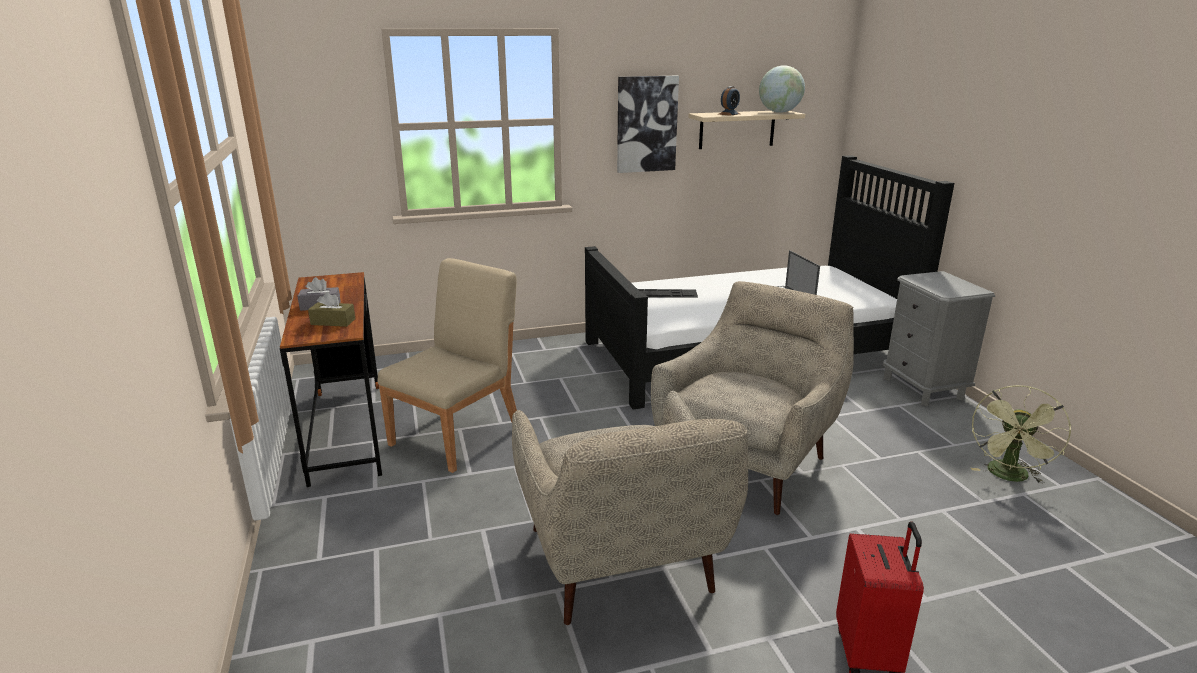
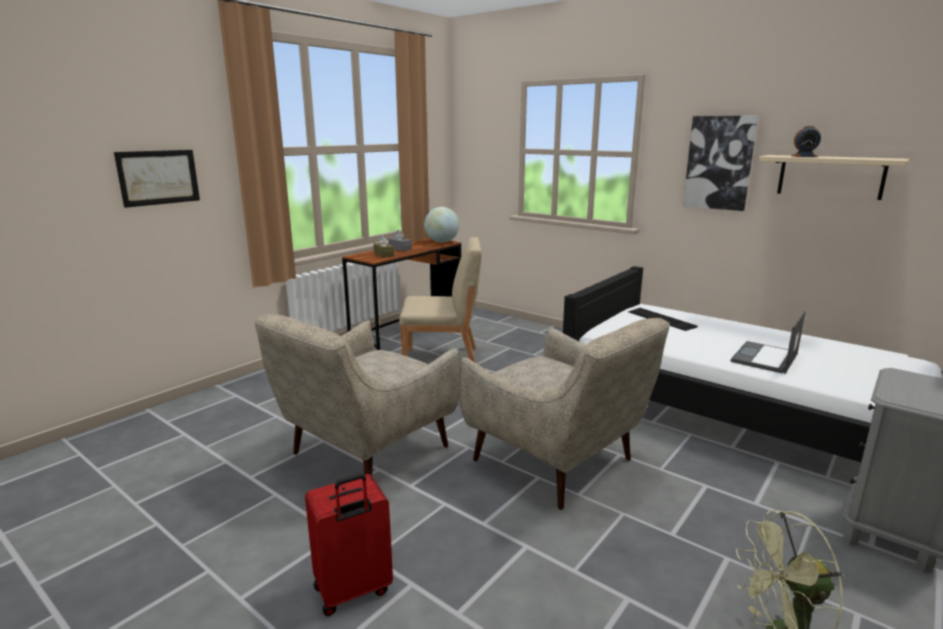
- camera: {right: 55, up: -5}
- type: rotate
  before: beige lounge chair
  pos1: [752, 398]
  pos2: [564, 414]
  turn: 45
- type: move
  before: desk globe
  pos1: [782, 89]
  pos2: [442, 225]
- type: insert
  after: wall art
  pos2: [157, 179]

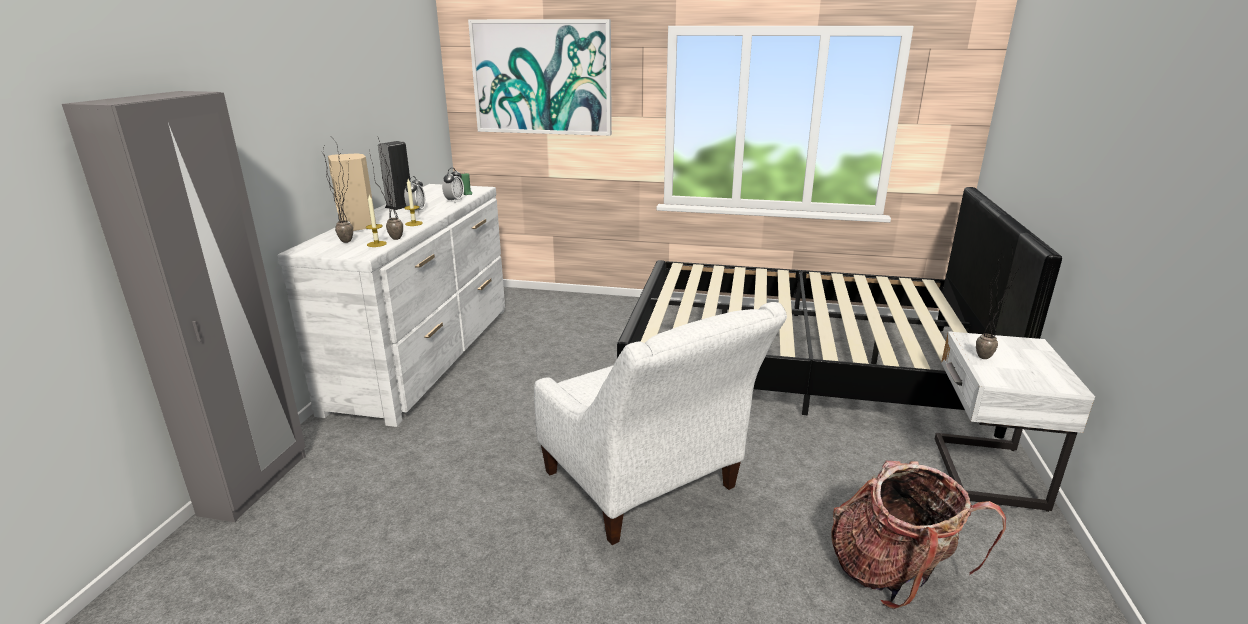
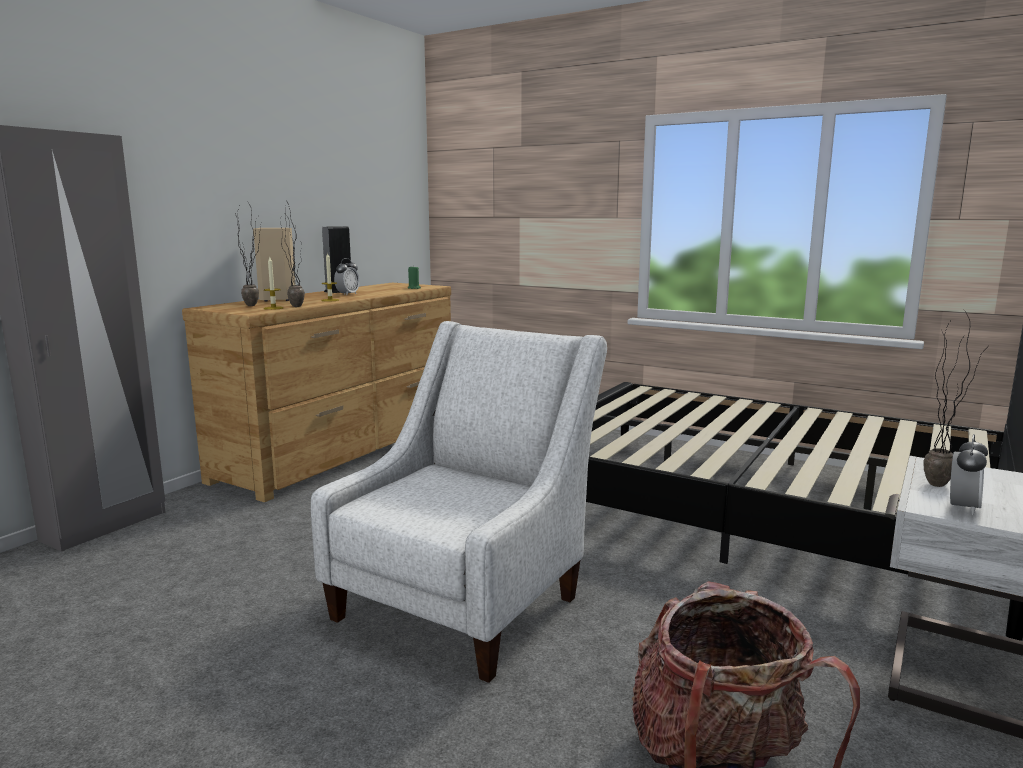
- camera: {right: 20, up: -10}
- type: recolor
  before: white-coloured chest of drawers
  after: brown-coloured chest of drawers
  pos1: [391, 305]
  pos2: [316, 392]
- type: move
  before: table clock
  pos1: [453, 185]
  pos2: [969, 474]
- type: delete
  before: wall art
  pos1: [540, 77]
- type: rotate
  before: white-coloured lounge chair
  pos1: [660, 423]
  pos2: [459, 502]
  turn: -135

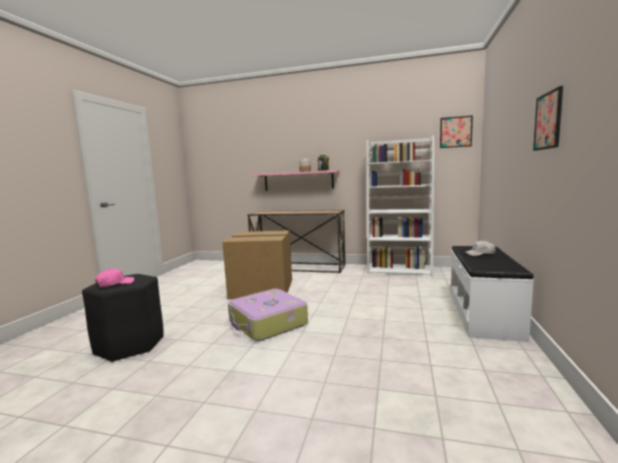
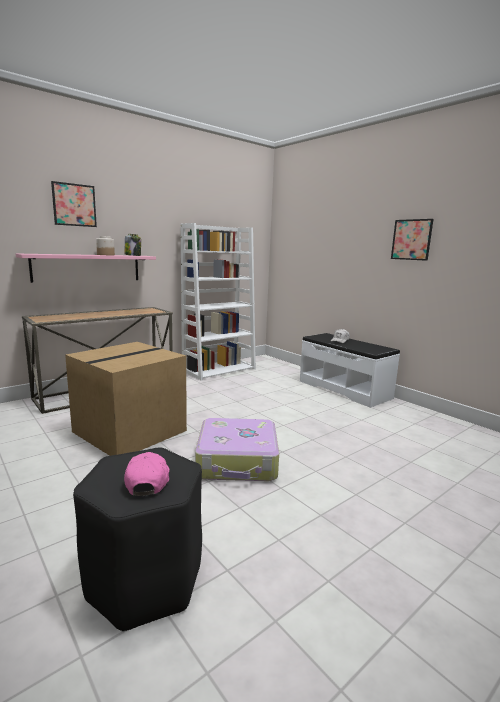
- camera: {right: -55, up: 5}
- type: move
  before: wall art
  pos1: [456, 131]
  pos2: [74, 204]

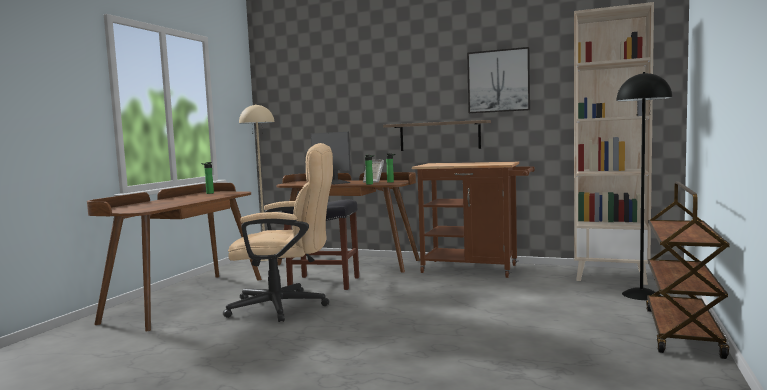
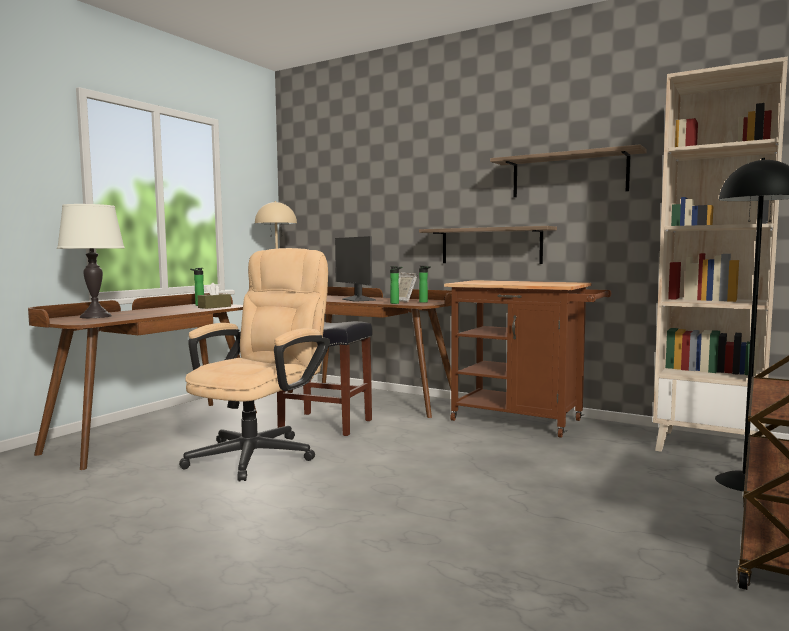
- camera: {right: 10, up: 0}
- type: rotate
  before: beige office chair
  pos1: [278, 232]
  pos2: [254, 364]
  turn: -75
- type: replace
  before: wall art
  after: wall shelf
  pos1: [498, 80]
  pos2: [568, 170]
- type: insert
  after: white-coloured tabletop lamp
  pos2: [91, 261]
- type: insert
  after: brown-coloured tissue holder
  pos2: [214, 296]

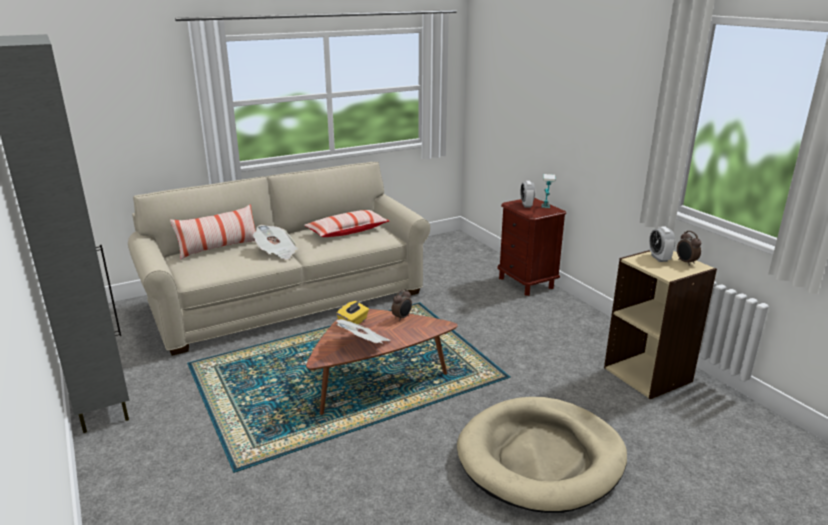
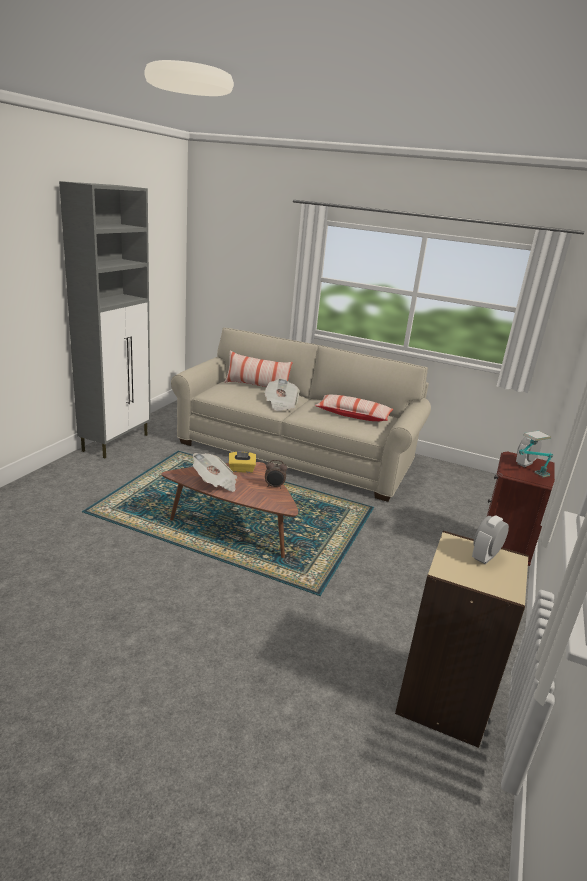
- camera: {right: 50, up: 0}
- type: delete
  before: beige dog bed
  pos1: [542, 455]
- type: delete
  before: table clock
  pos1: [689, 248]

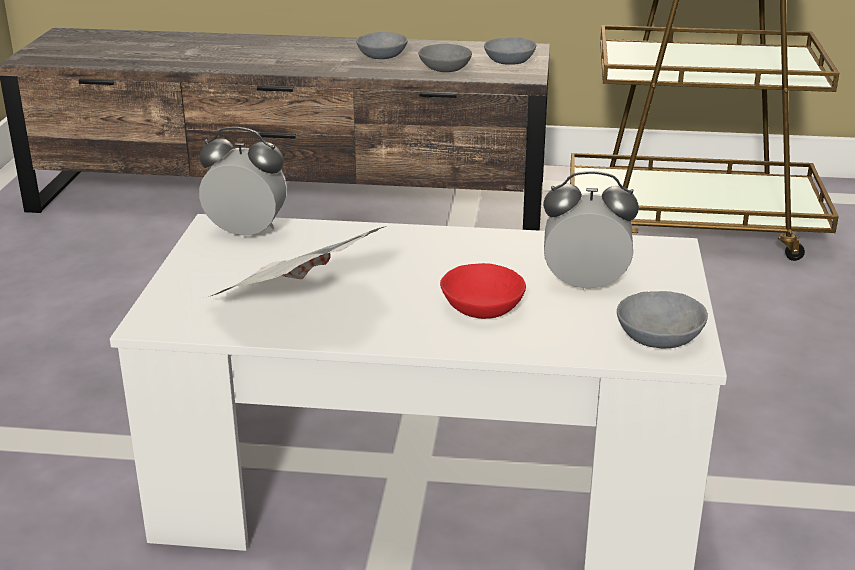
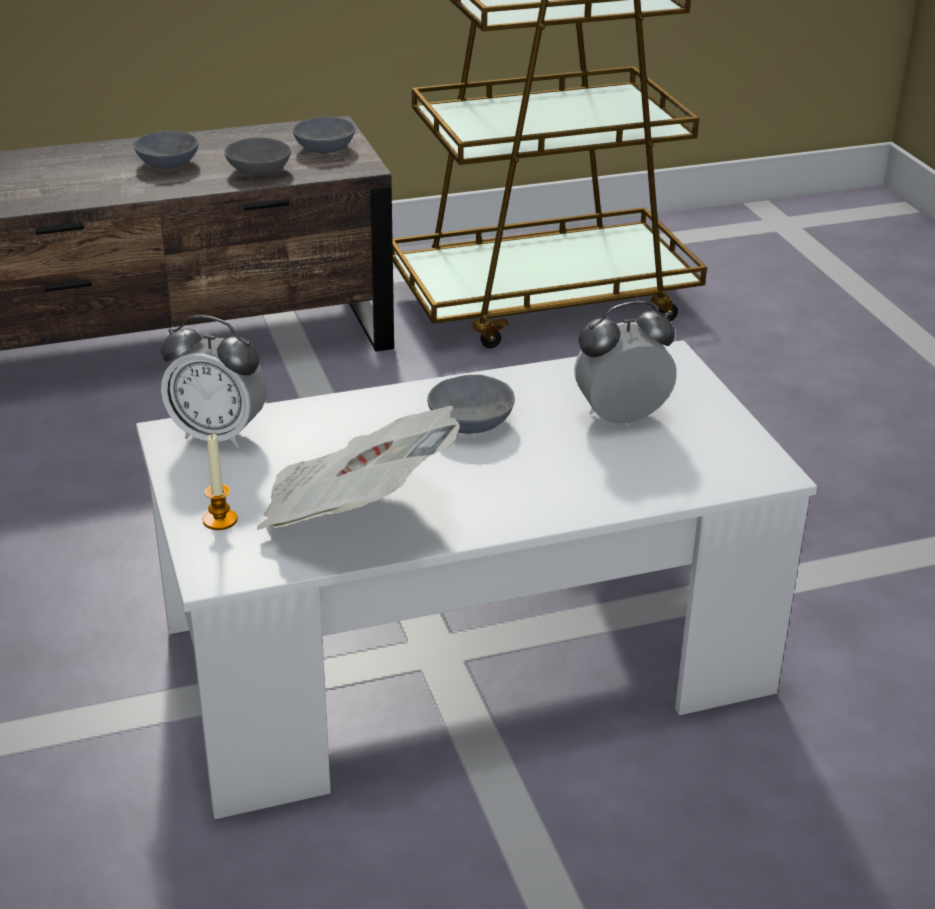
- camera: {right: -25, up: 5}
- type: rotate
  before: table clock
  pos1: [243, 182]
  pos2: [214, 381]
  turn: -150
- type: delete
  before: red deep dish
  pos1: [483, 291]
- type: move
  before: greyish deep dish
  pos1: [662, 319]
  pos2: [471, 404]
- type: insert
  after: candle
  pos2: [220, 482]

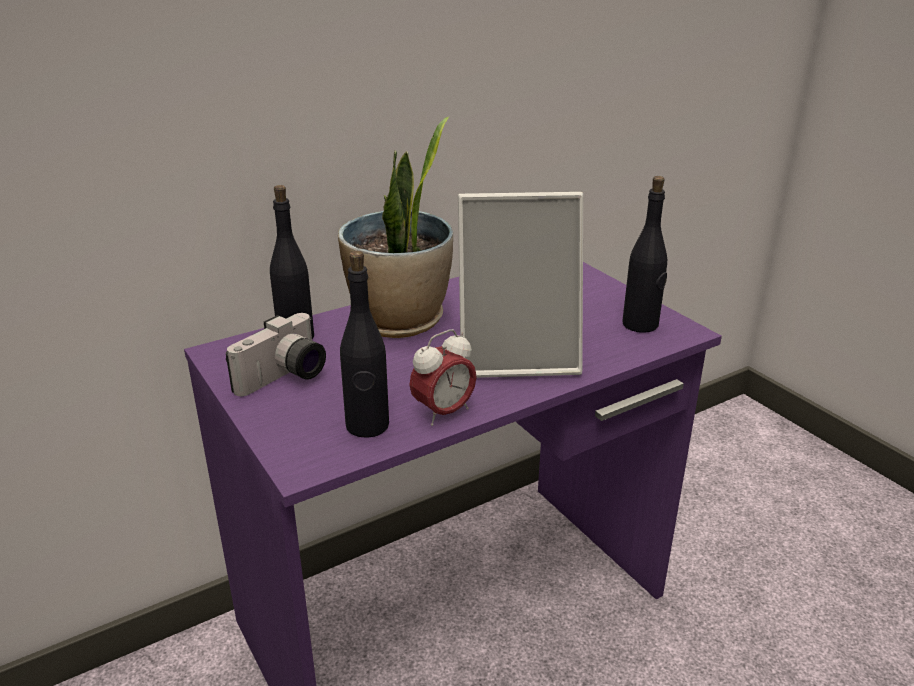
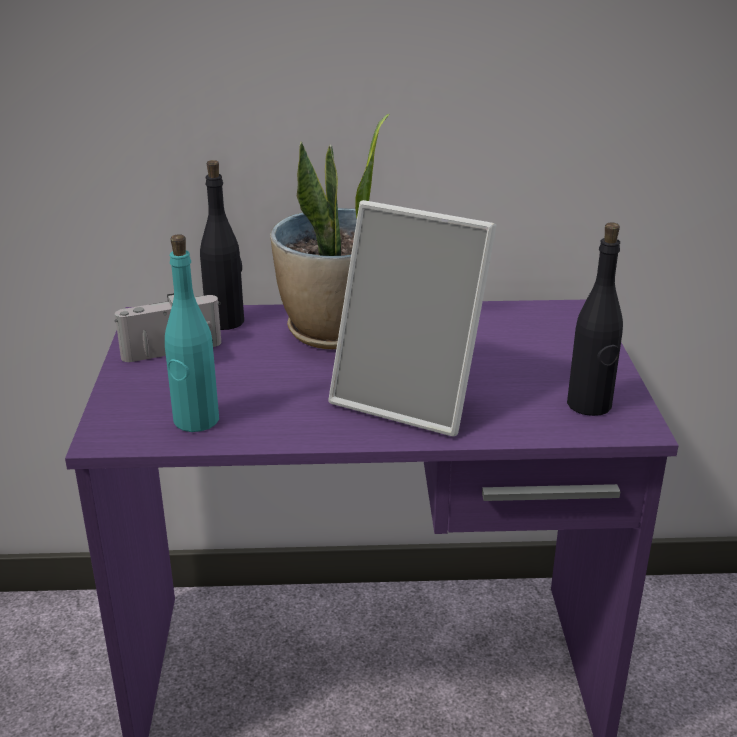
- camera: {right: 30, up: 0}
- type: recolor
  before: black drink bottle
  after: blue-green drink bottle
  pos1: [364, 344]
  pos2: [192, 333]
- type: delete
  before: table clock
  pos1: [443, 377]

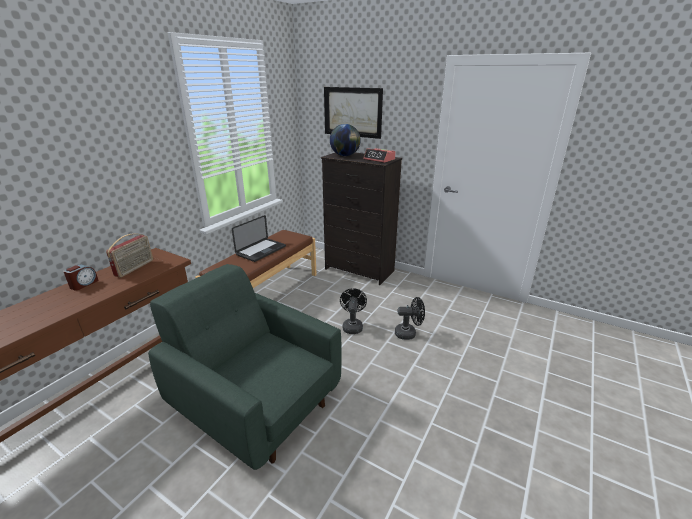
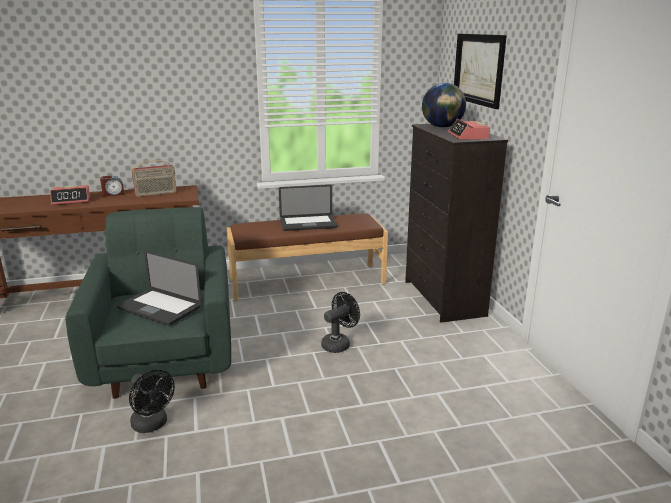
- camera: {right: 45, up: -5}
- type: move
  before: black cooling fan
  pos1: [410, 318]
  pos2: [152, 401]
- type: insert
  after: table clock
  pos2: [70, 195]
- type: insert
  after: portable computer
  pos2: [159, 288]

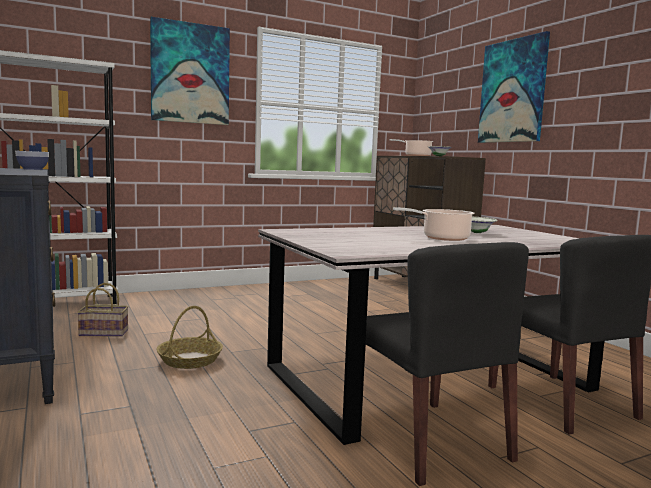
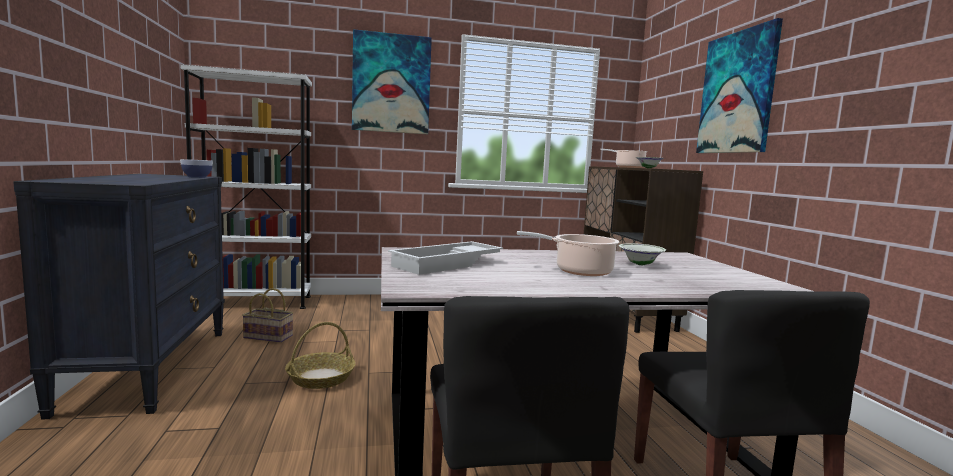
- camera: {right: 15, up: 0}
- type: insert
  after: white-coloured tray
  pos2: [445, 258]

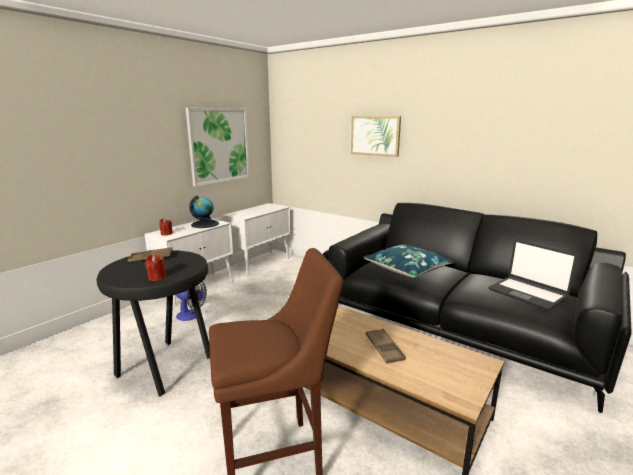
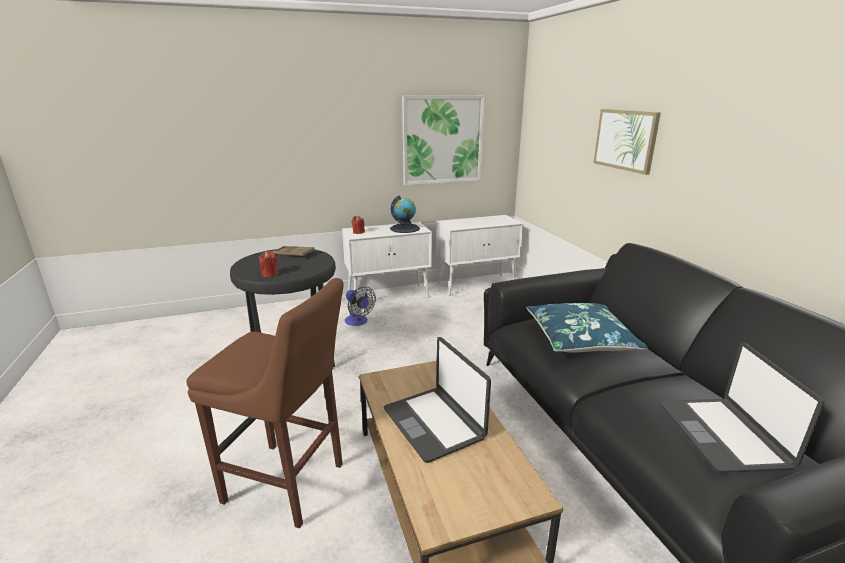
- camera: {right: 35, up: 5}
- type: replace
  before: brown-coloured tray
  after: portable computer
  pos1: [386, 346]
  pos2: [437, 400]

